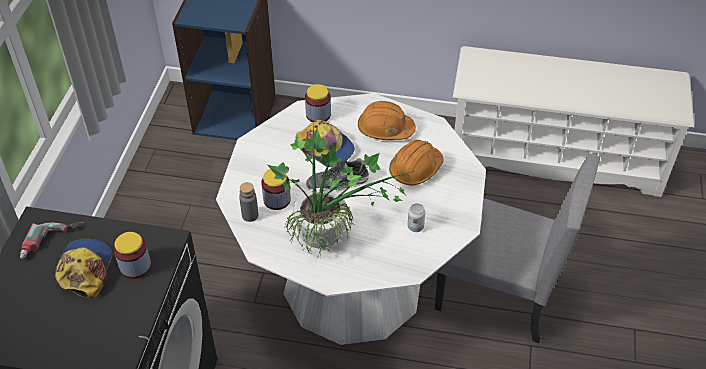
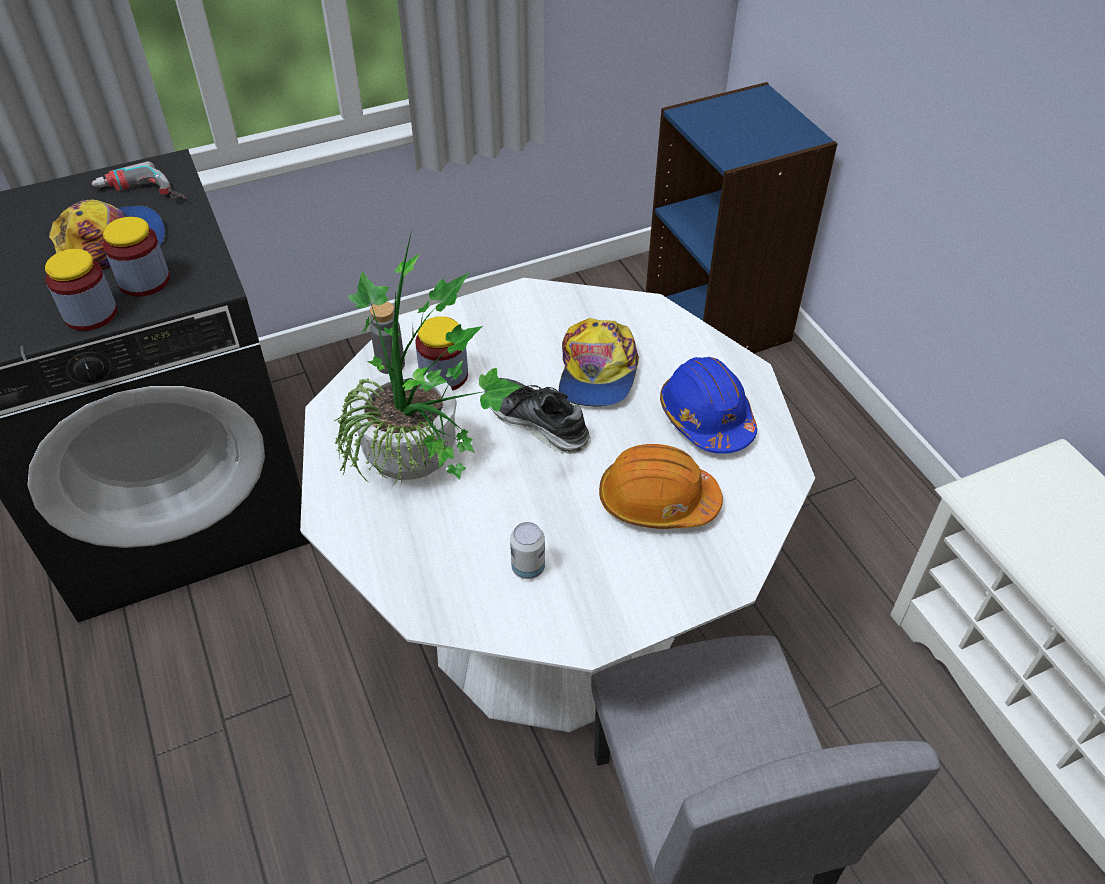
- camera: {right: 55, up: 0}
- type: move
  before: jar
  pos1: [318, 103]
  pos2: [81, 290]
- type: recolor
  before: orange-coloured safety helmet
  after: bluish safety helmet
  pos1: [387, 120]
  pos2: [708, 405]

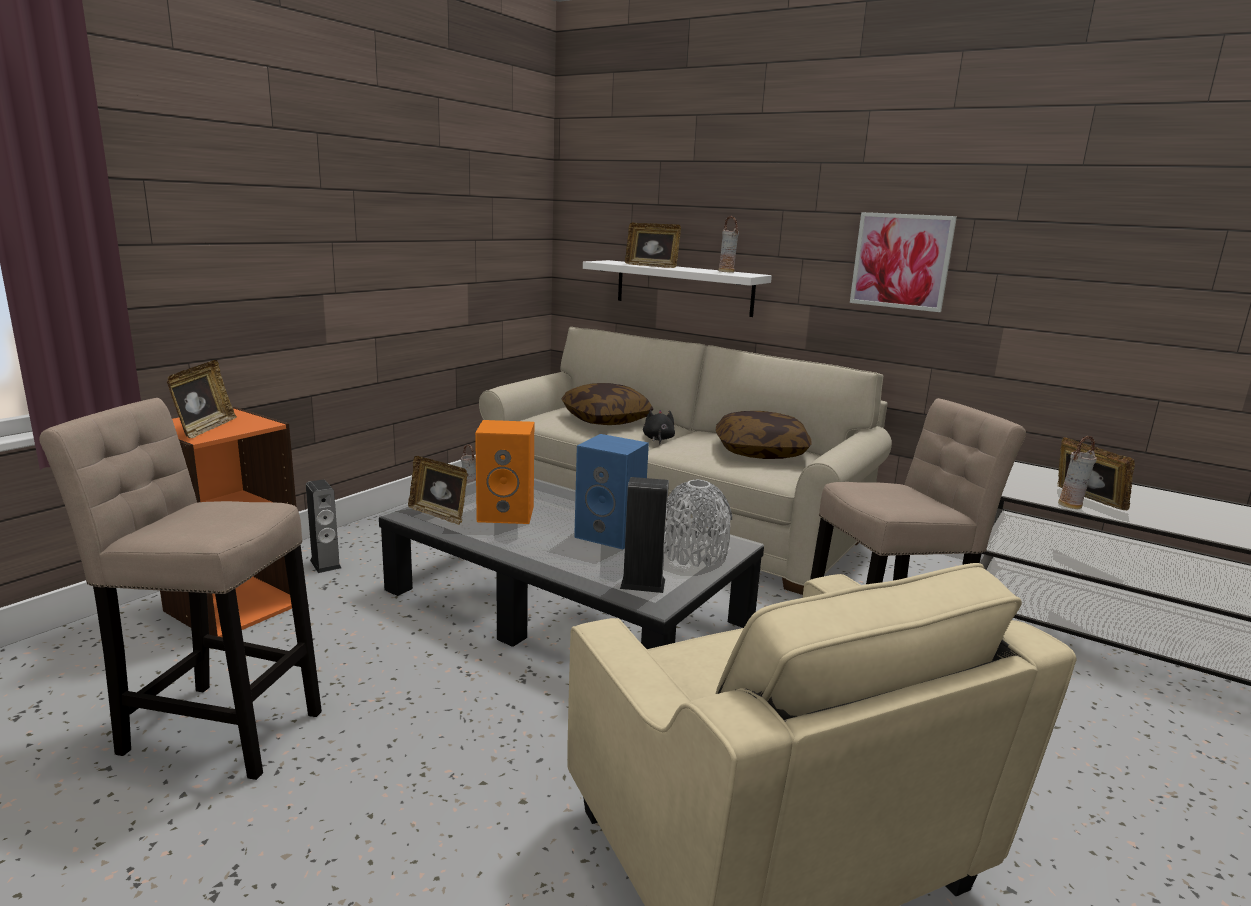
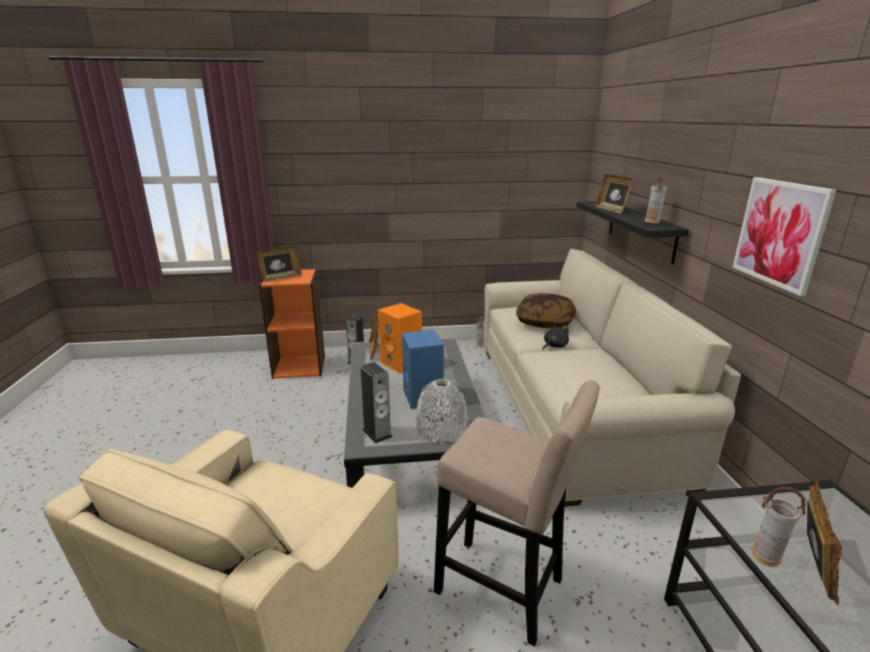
- camera: {right: 50, up: 5}
- type: delete
  before: beige stool seat
  pos1: [180, 589]
- type: recolor
  before: white-coloured wall shelf
  after: black wall shelf
  pos1: [677, 288]
  pos2: [632, 233]
- type: delete
  before: pillow
  pos1: [764, 435]

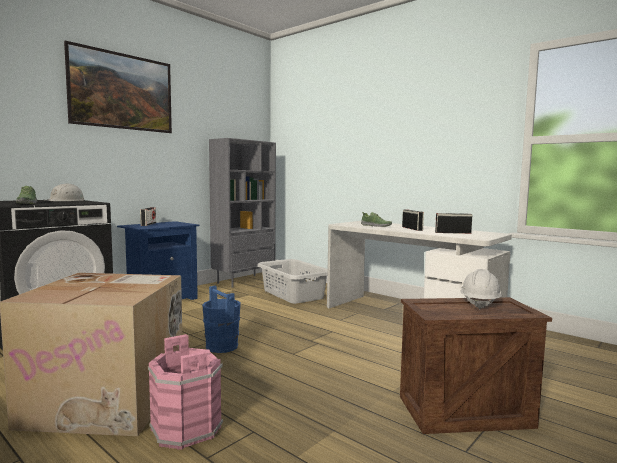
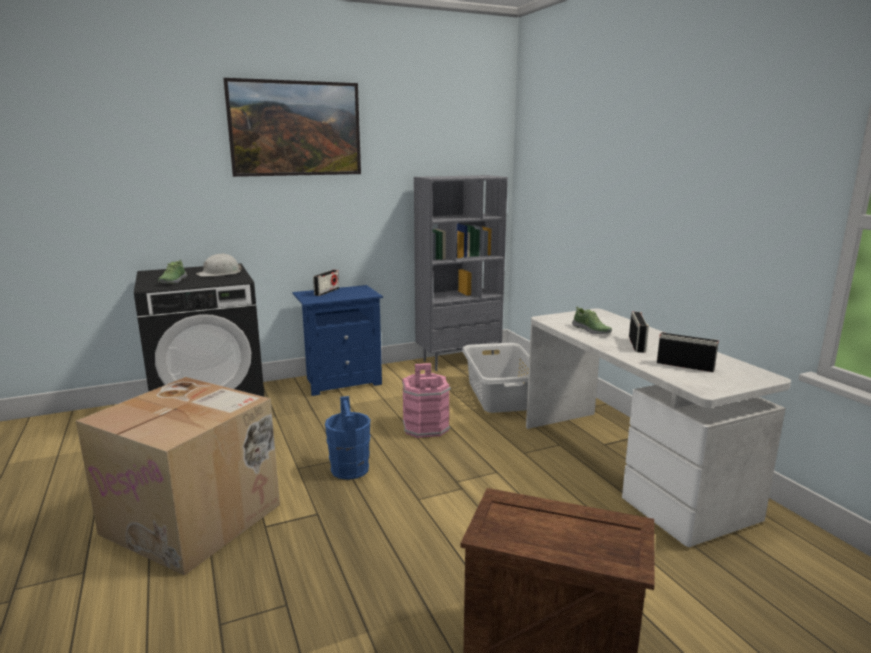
- camera: {right: 25, up: 10}
- type: move
  before: pinkish pail
  pos1: [185, 392]
  pos2: [426, 400]
- type: delete
  before: white-coloured safety helmet
  pos1: [481, 289]

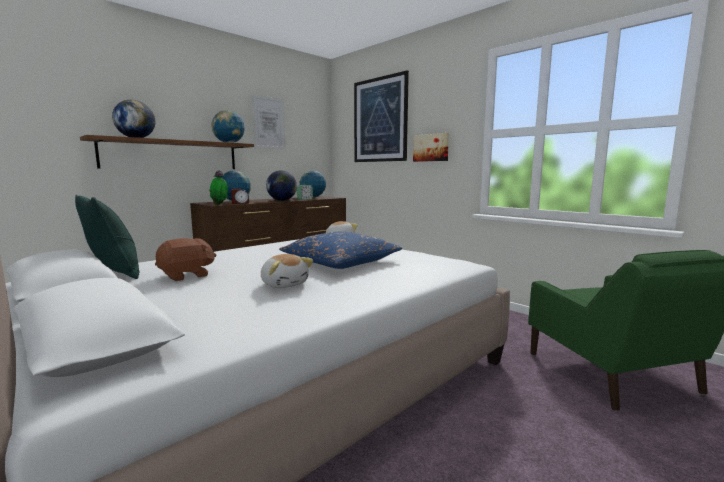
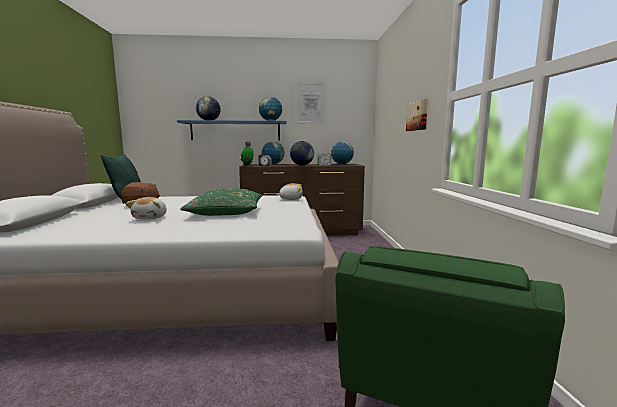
- camera: {right: 40, up: 0}
- type: recolor
  before: brown-coloured wall shelf
  after: bluish wall shelf
  pos1: [167, 152]
  pos2: [232, 130]
- type: recolor
  before: bluish pillow
  after: greenish pillow
  pos1: [340, 250]
  pos2: [221, 202]
- type: delete
  before: wall art
  pos1: [381, 116]

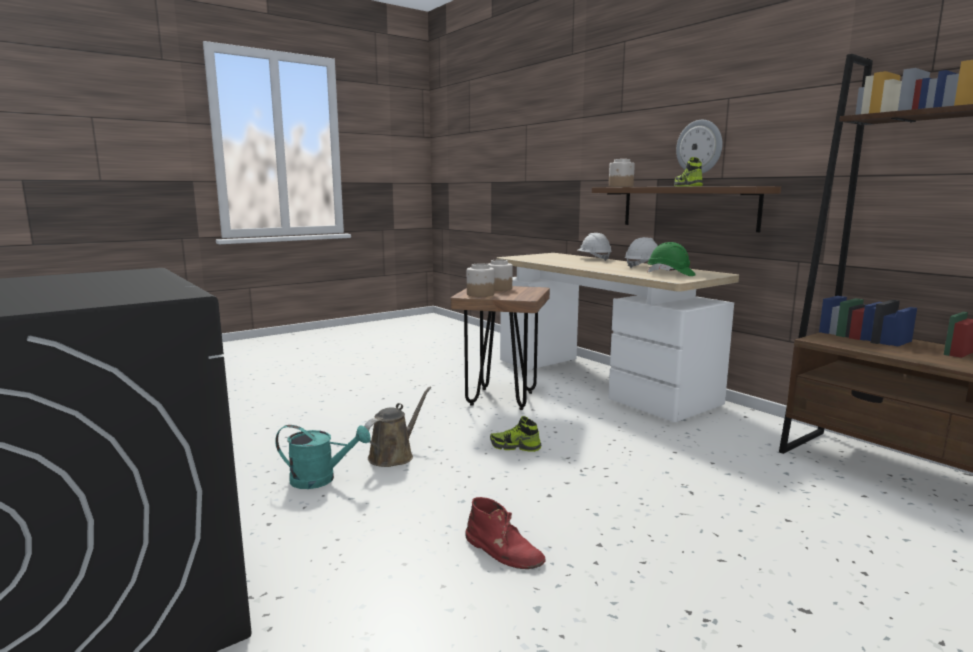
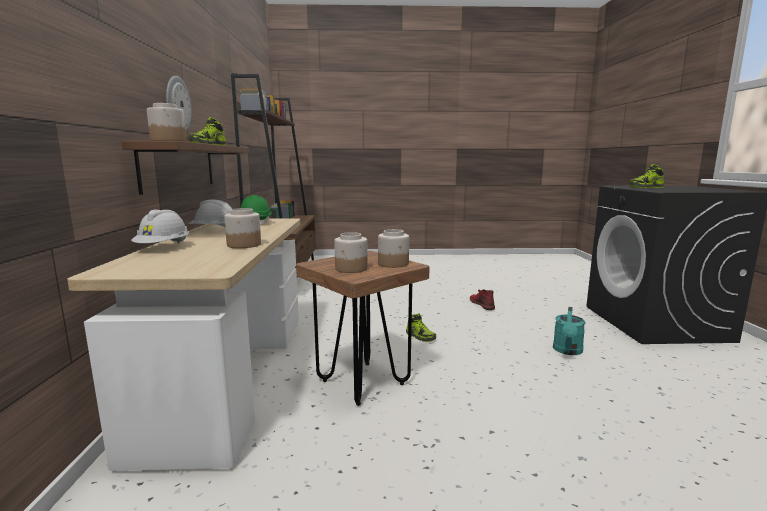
- camera: {right: -145, up: 0}
- type: rotate
  before: blue-green watering pot
  pos1: [322, 457]
  pos2: [569, 331]
  turn: -105
- type: delete
  before: brown-coloured watering pot
  pos1: [397, 427]
- type: insert
  after: jar
  pos2: [242, 228]
- type: insert
  after: item of footwear
  pos2: [646, 176]

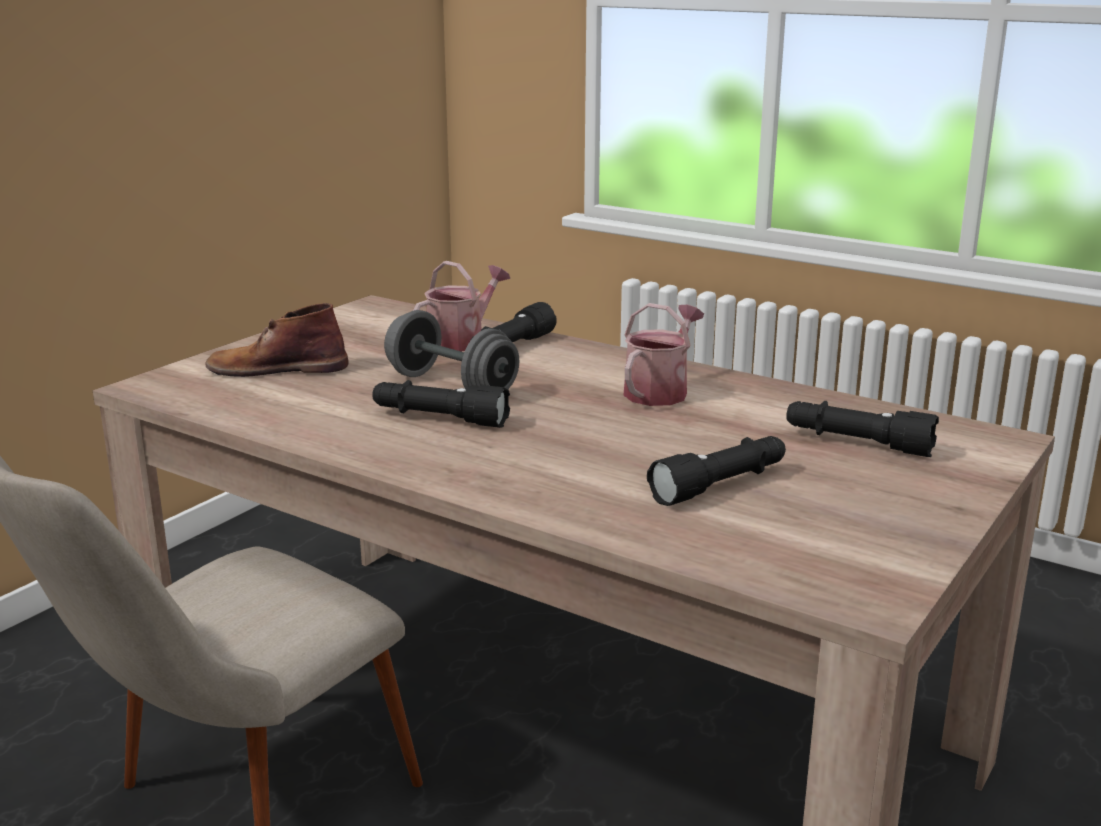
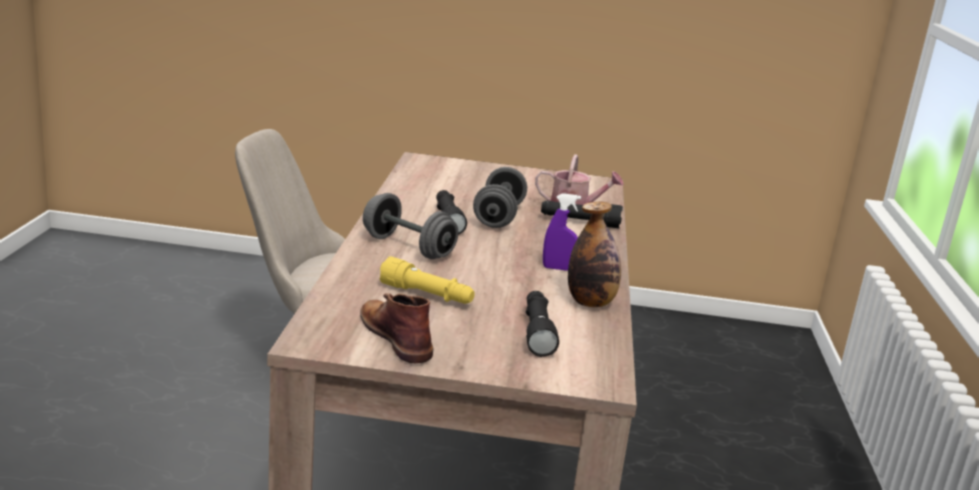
- camera: {right: 60, up: 0}
- type: move
  before: brown-coloured high-top boot
  pos1: [276, 340]
  pos2: [396, 328]
- type: replace
  before: watering pot
  after: purple hand sprayer
  pos1: [664, 354]
  pos2: [562, 232]
- type: recolor
  before: black flashlight
  after: yellowish flashlight
  pos1: [716, 471]
  pos2: [427, 280]
- type: insert
  after: greyish hand weight
  pos2: [410, 226]
- type: insert
  after: drink bottle
  pos2: [594, 254]

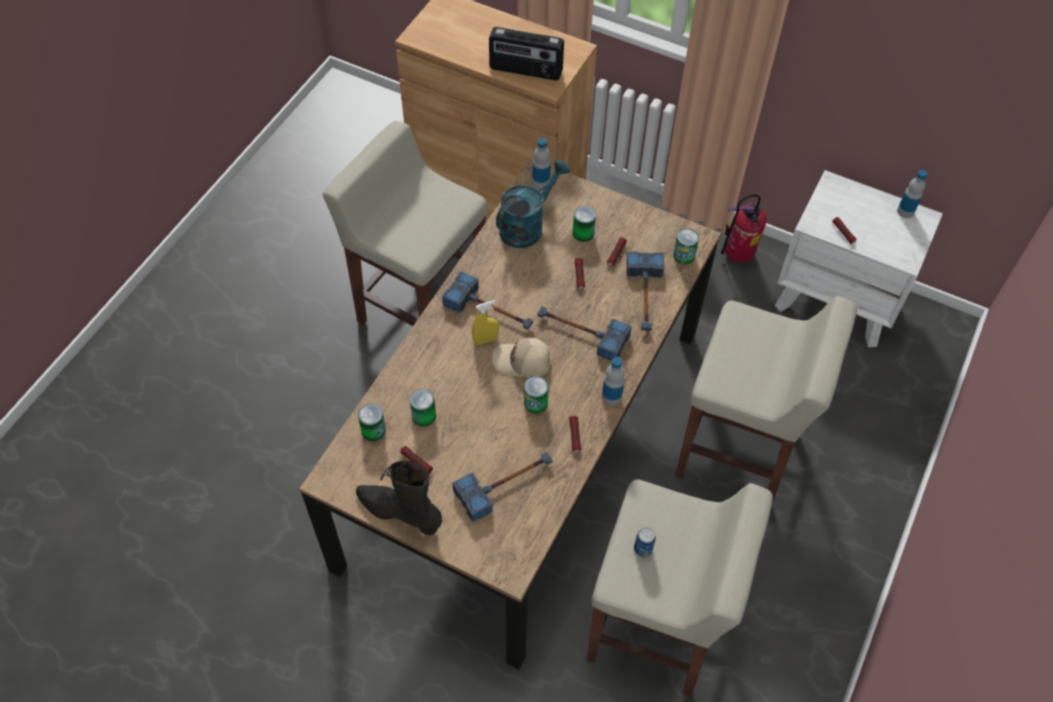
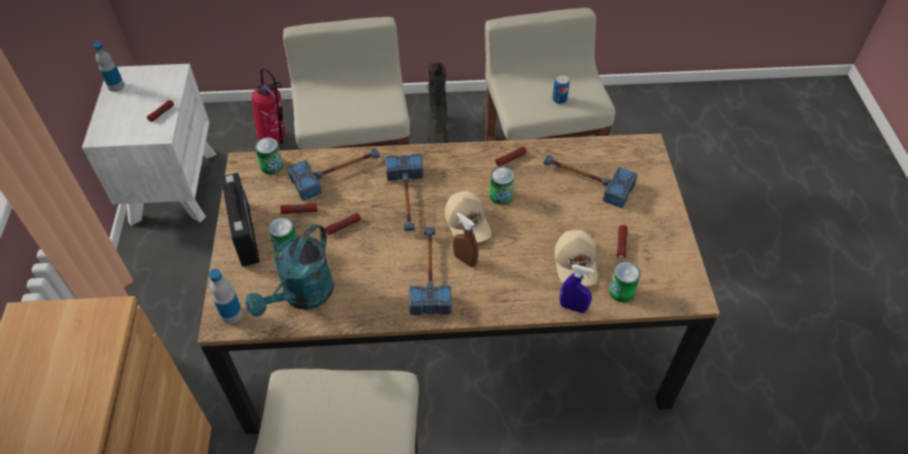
- camera: {right: -120, up: -5}
- type: move
  before: black high-top boot
  pos1: [399, 497]
  pos2: [437, 103]
- type: replace
  before: metal can
  after: beige cap
  pos1: [423, 407]
  pos2: [575, 258]
- type: recolor
  before: yellowish hand sprayer
  after: brown-coloured hand sprayer
  pos1: [485, 322]
  pos2: [466, 239]
- type: move
  before: radio set
  pos1: [526, 53]
  pos2: [240, 220]
- type: rotate
  before: blue-green watering pot
  pos1: [533, 203]
  pos2: [289, 270]
  turn: -75
- type: delete
  before: drink bottle
  pos1: [613, 381]
- type: move
  before: fire extinguisher
  pos1: [744, 228]
  pos2: [268, 106]
- type: insert
  after: bluish hand sprayer
  pos2: [577, 289]

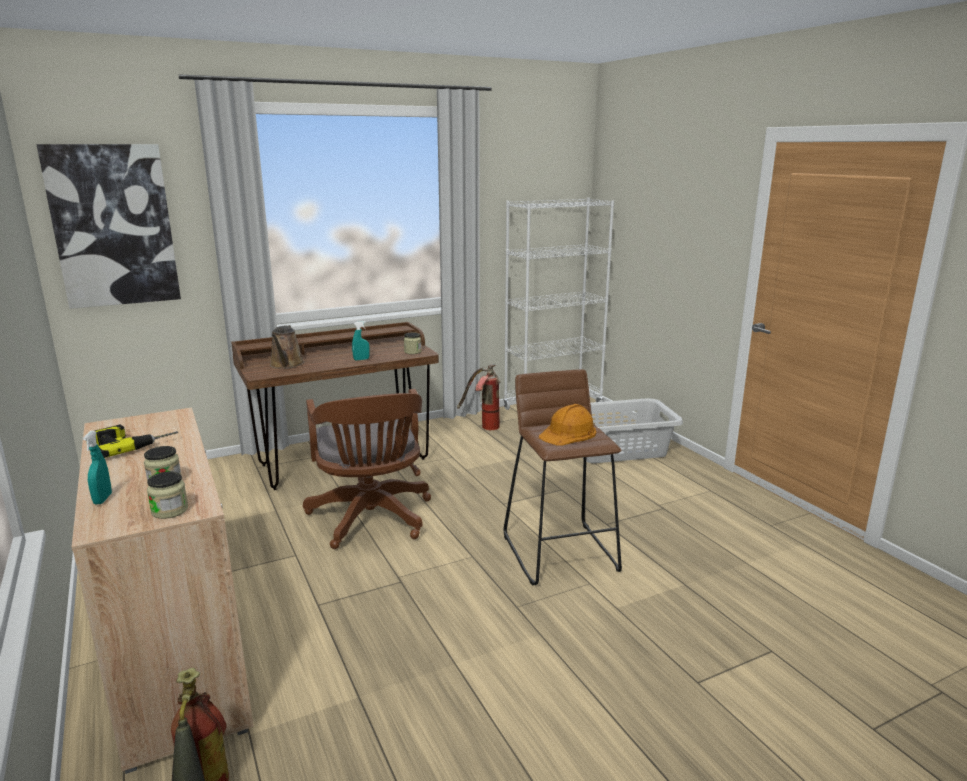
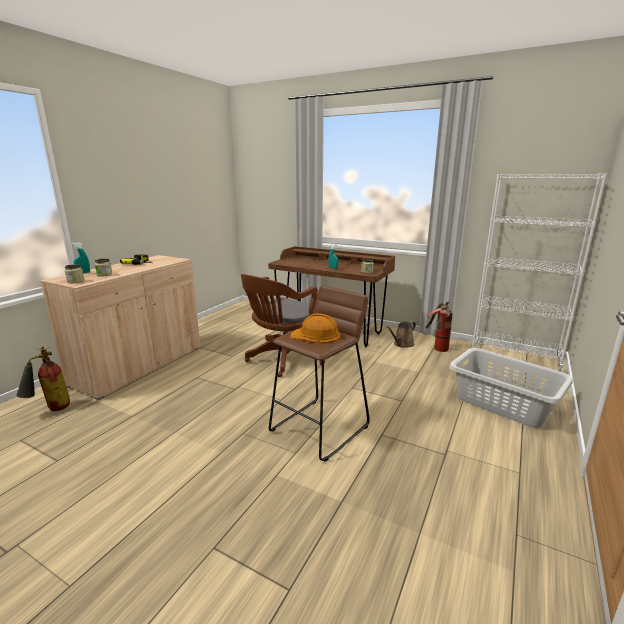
- camera: {right: 55, up: 0}
- type: delete
  before: wall art
  pos1: [108, 226]
- type: move
  before: brown-coloured watering pot
  pos1: [287, 347]
  pos2: [401, 334]

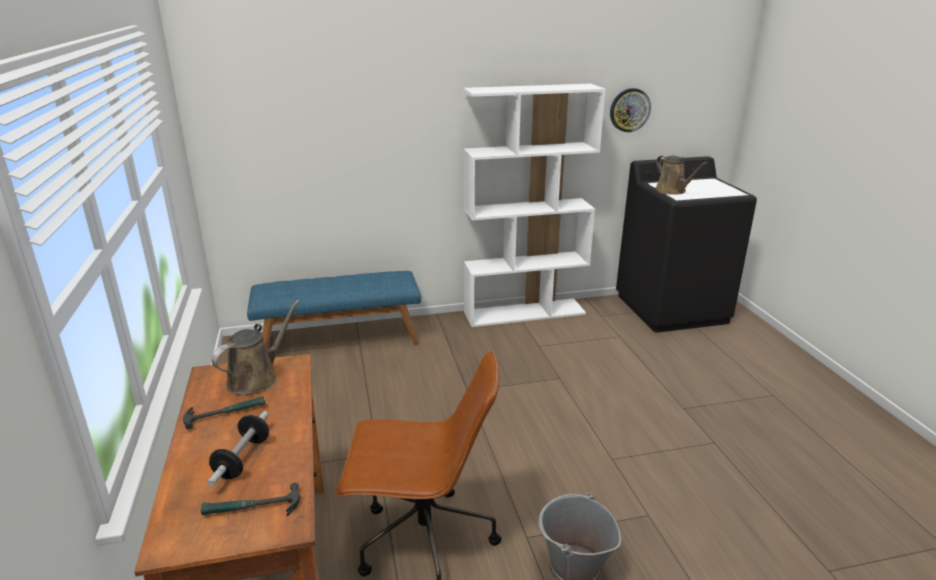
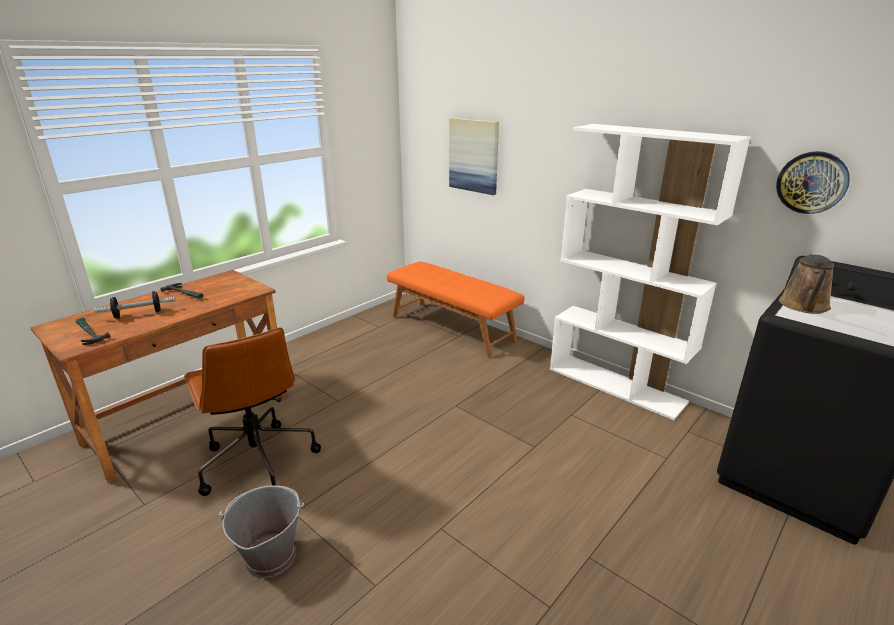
- camera: {right: 55, up: 0}
- type: delete
  before: brown-coloured watering pot
  pos1: [255, 347]
- type: recolor
  before: bluish bench
  after: orange-coloured bench
  pos1: [334, 309]
  pos2: [456, 309]
- type: insert
  after: wall art
  pos2: [474, 156]

